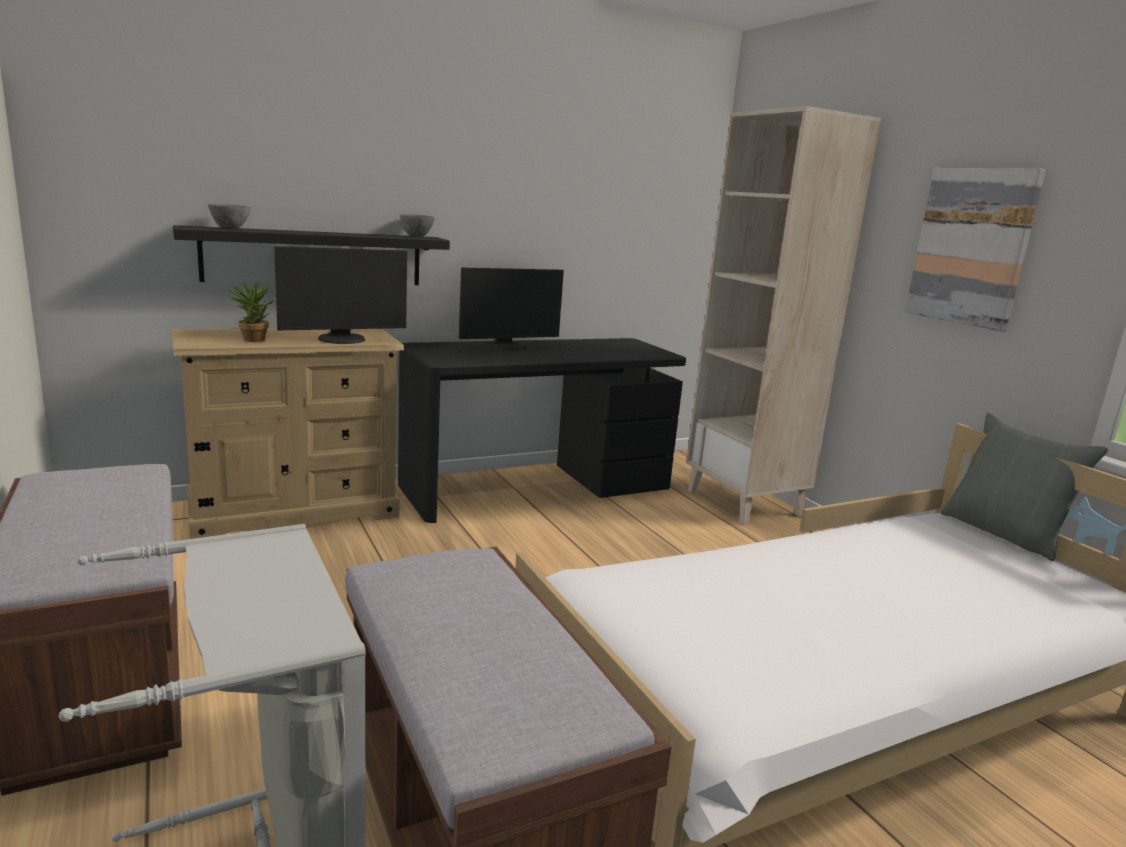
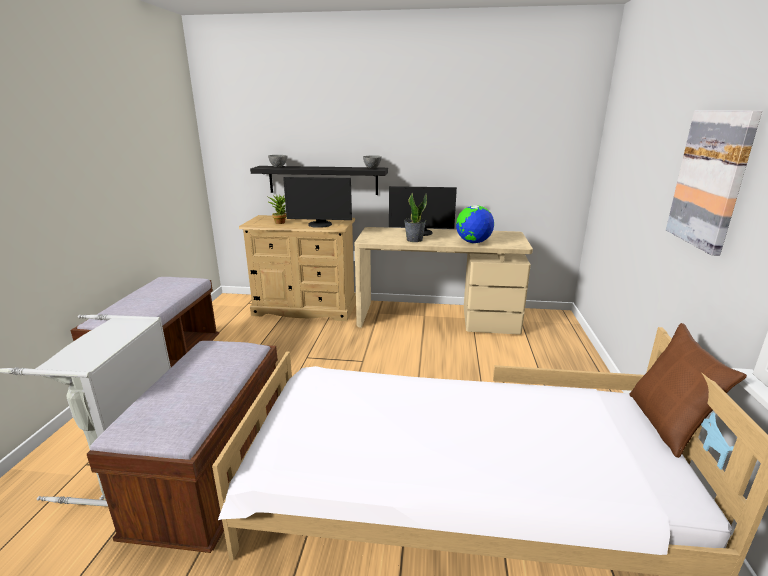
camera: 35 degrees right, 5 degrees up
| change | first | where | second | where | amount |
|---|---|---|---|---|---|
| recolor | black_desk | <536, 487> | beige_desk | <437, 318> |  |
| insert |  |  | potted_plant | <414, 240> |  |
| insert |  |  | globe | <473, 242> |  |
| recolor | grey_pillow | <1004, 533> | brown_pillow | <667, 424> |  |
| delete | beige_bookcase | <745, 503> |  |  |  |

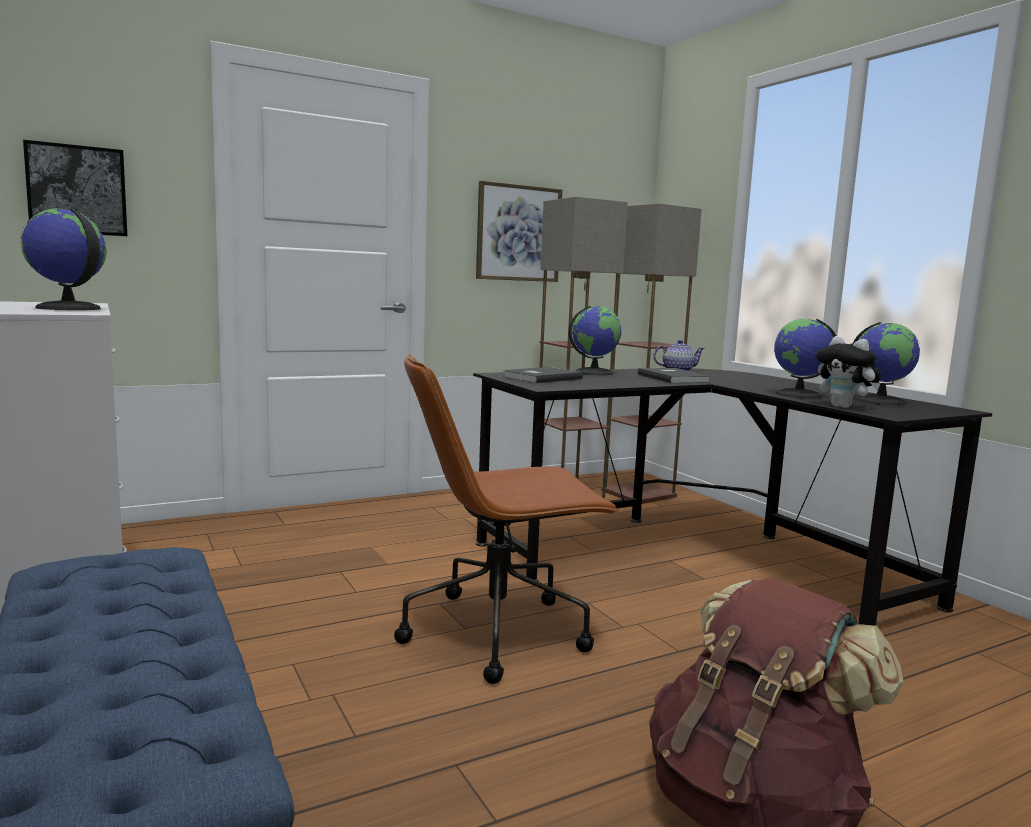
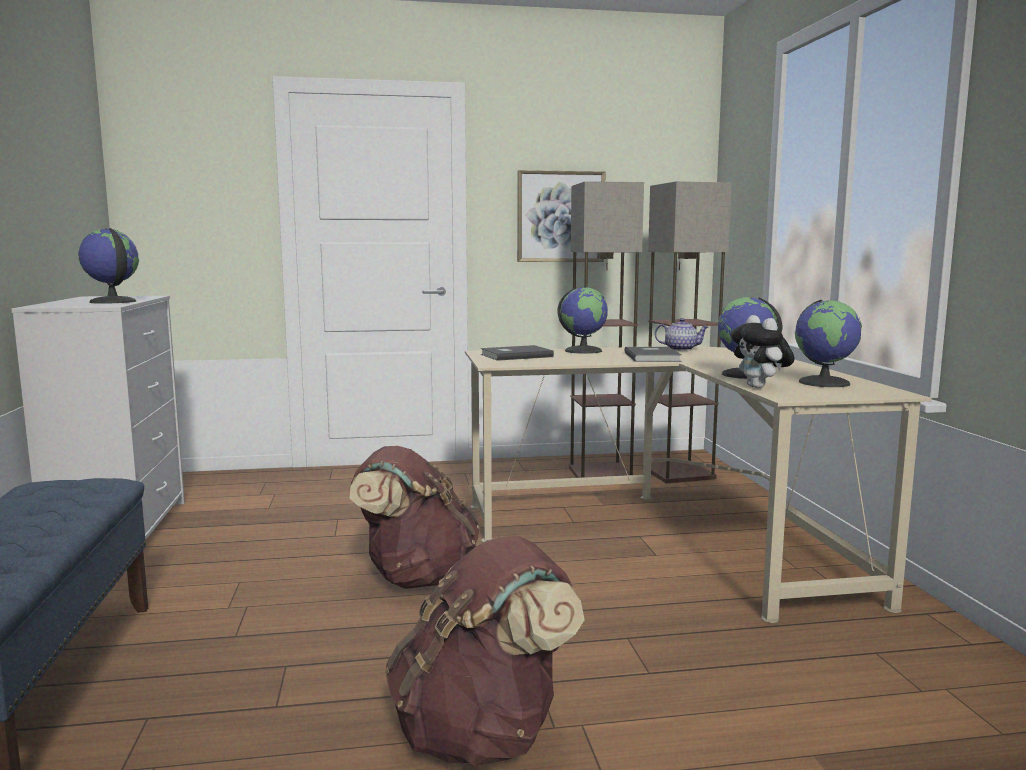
camera: 20 degrees right, 0 degrees up
| change | first | where | second | where | amount |
|---|---|---|---|---|---|
| replace | brown_office_chair | <499, 632> | brown_backpack | <416, 578> |  |
| recolor | black_desk | <696, 556> | beige_desk | <671, 534> |  |
| delete | picture | <77, 190> |  |  |  |

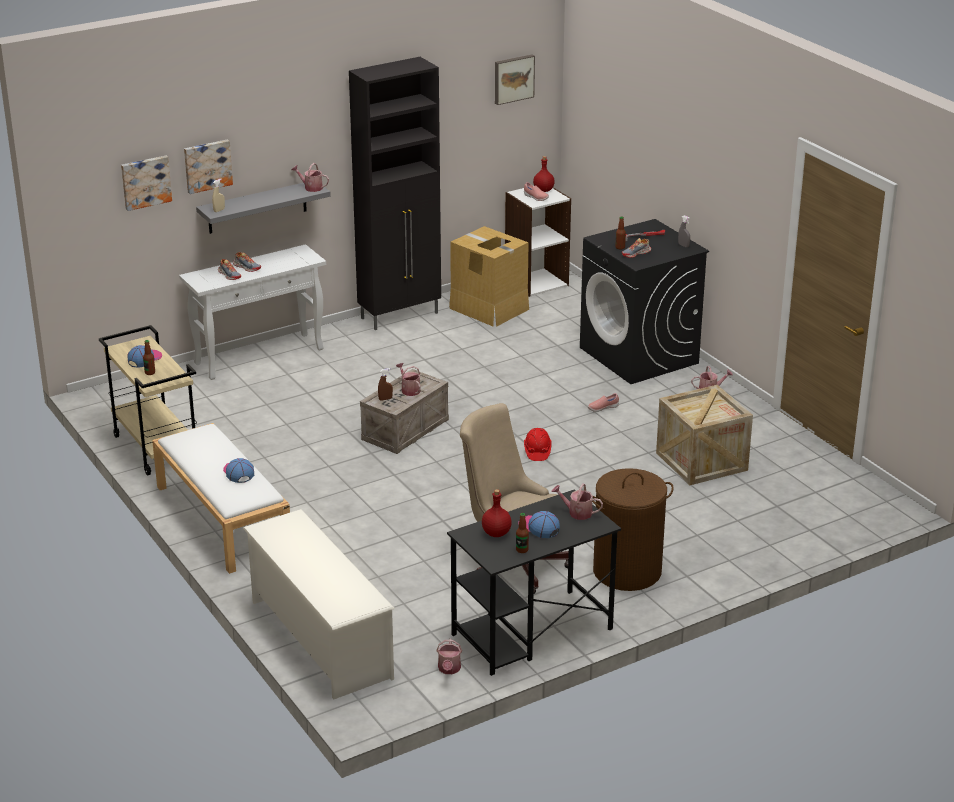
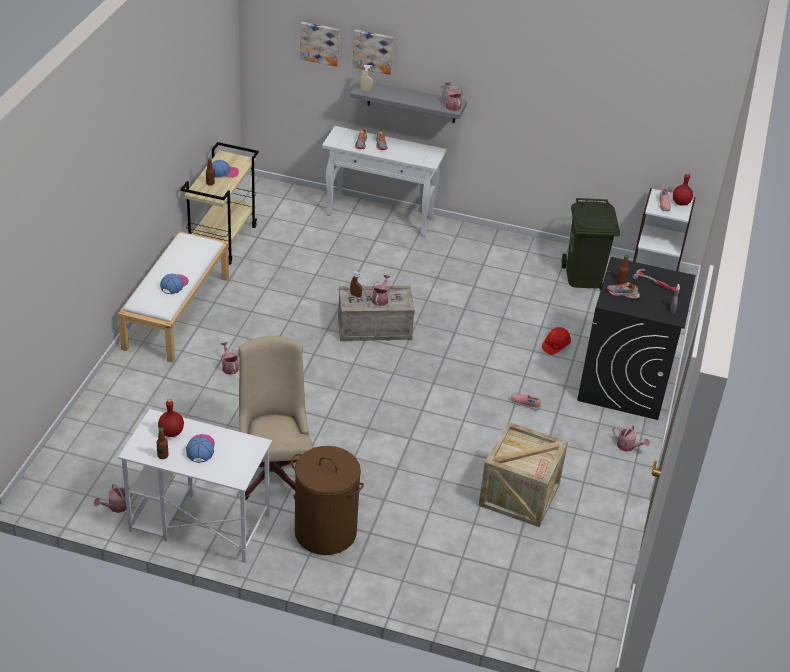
camera: 45 degrees right, 10 degrees up
| change | first | where | second | where | amount |
|---|---|---|---|---|---|
| recolor | black_desk | <531, 632> | white_desk | <198, 523> |  |
| move | watering_can | <577, 512> |  | <229, 367> |  |
| move | red_hard_hat | <537, 451> |  | <555, 346> |  |
| replace | cardboard_box | <489, 308> | green_trash_can | <583, 277> |  |
| delete | white_shoe_rack | <320, 638> |  |  |  |
| delete | black_cabinet | <401, 315> |  |  |  |
| delete | picture | <513, 78> |  |  |  |

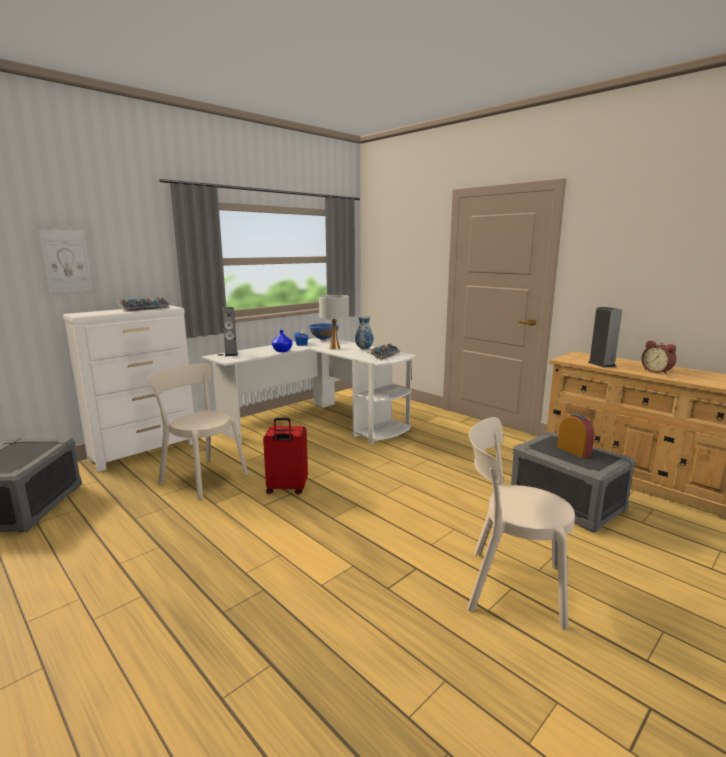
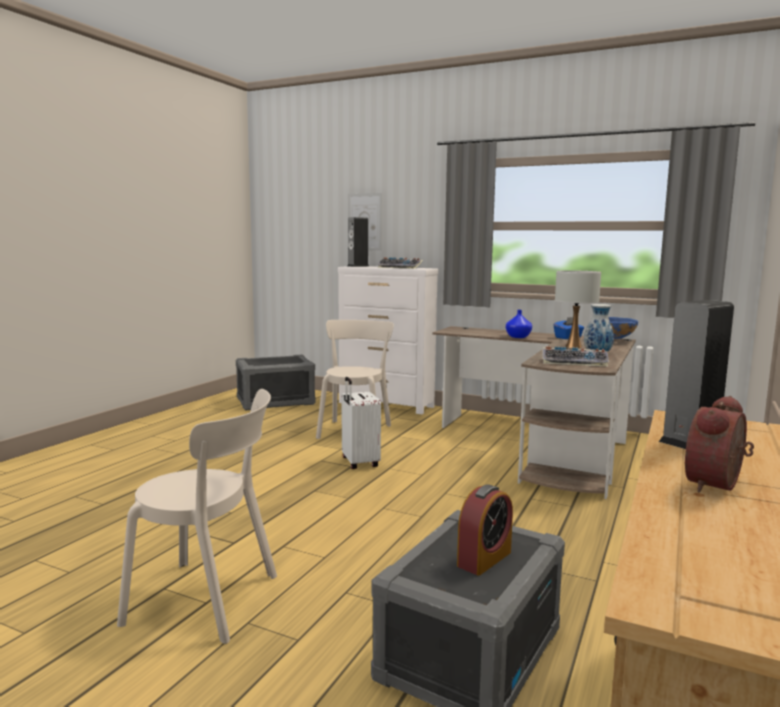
camera: 70 degrees right, 5 degrees down
| change | first | where | second | where | amount |
|---|---|---|---|---|---|
| rotate | beige_chair | <509, 586> |  | <209, 600> | 105 degrees clockwise |
| recolor | red_suitcase | <286, 489> | white_suitcase | <359, 463> |  |
| move | speaker | <231, 354> |  | <358, 266> |  |
| recolor | white_desk | <319, 423> | brown_desk | <545, 447> |  |

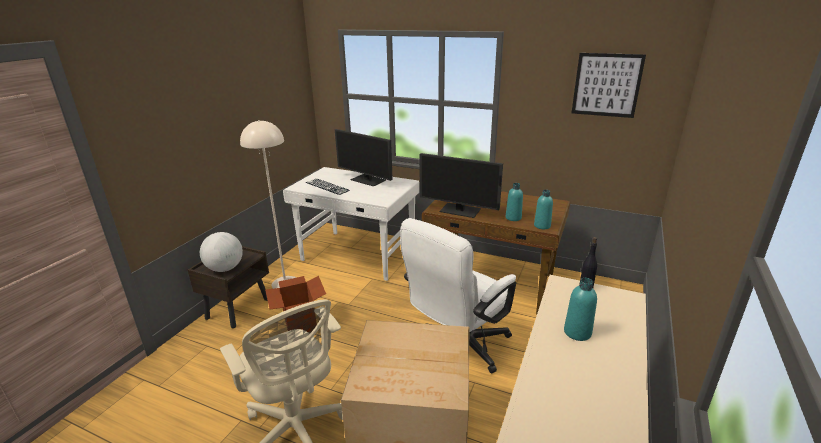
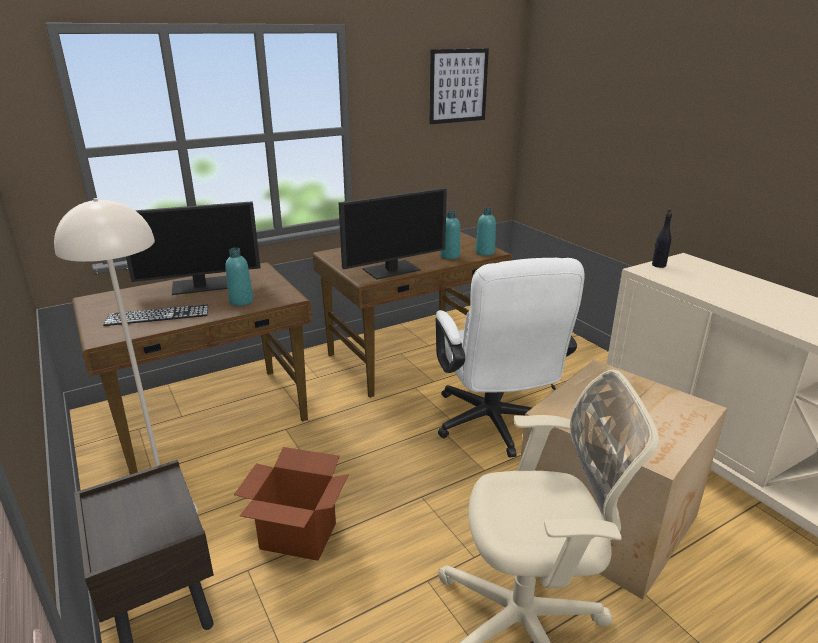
camera: 55 degrees left, 0 degrees up
| change | first | where | second | where | amount |
|---|---|---|---|---|---|
| recolor | white_desk | <358, 255> | brown_desk | <212, 417> |  |
| move | turquoise_bottle | <577, 332> |  | <241, 301> |  |
| delete | globe | <225, 268> |  |  |  |

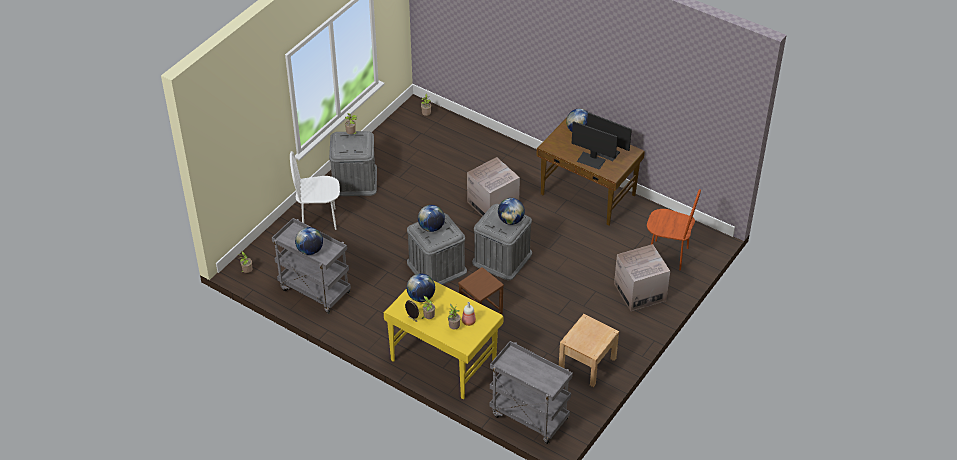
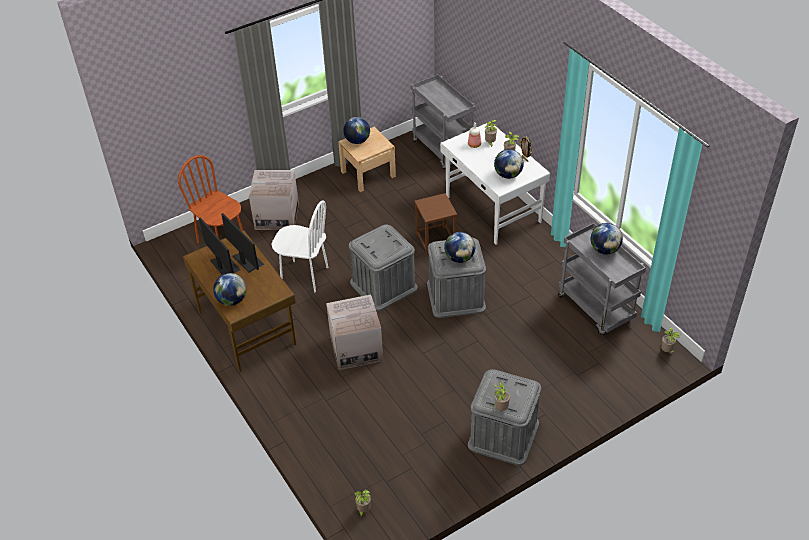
camera: 155 degrees left, 0 degrees up
| change | first | where | second | where | amount |
|---|---|---|---|---|---|
| move | white_chair | <319, 220> |  | <304, 276> |  |
| move | globe | <511, 220> |  | <357, 141> |  |
| recolor | yellow_desk | <443, 360> | white_desk | <492, 210> |  |

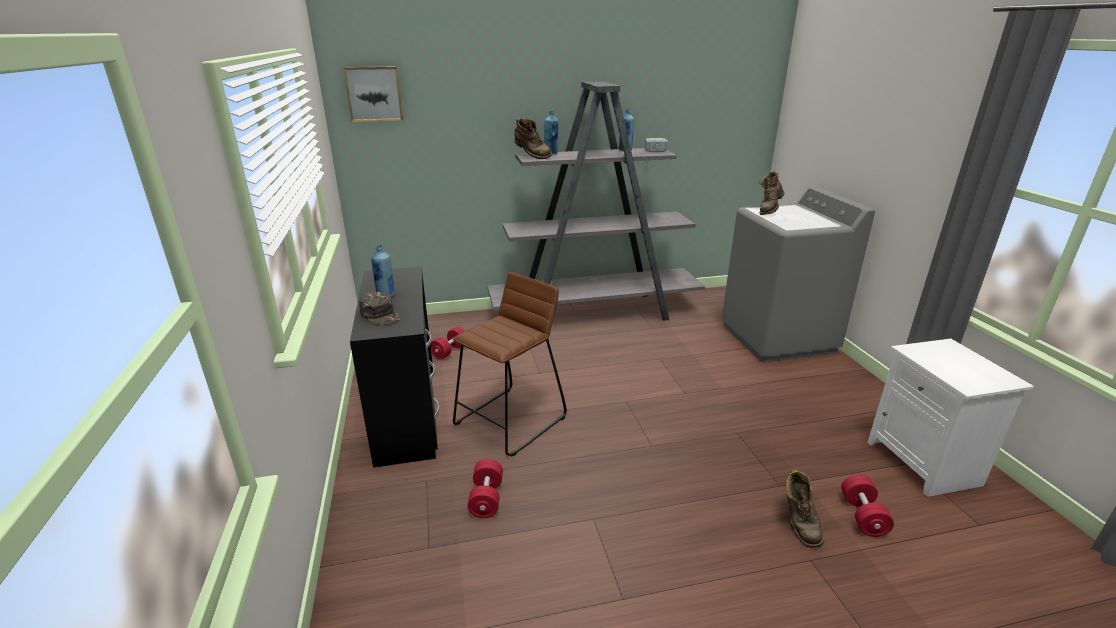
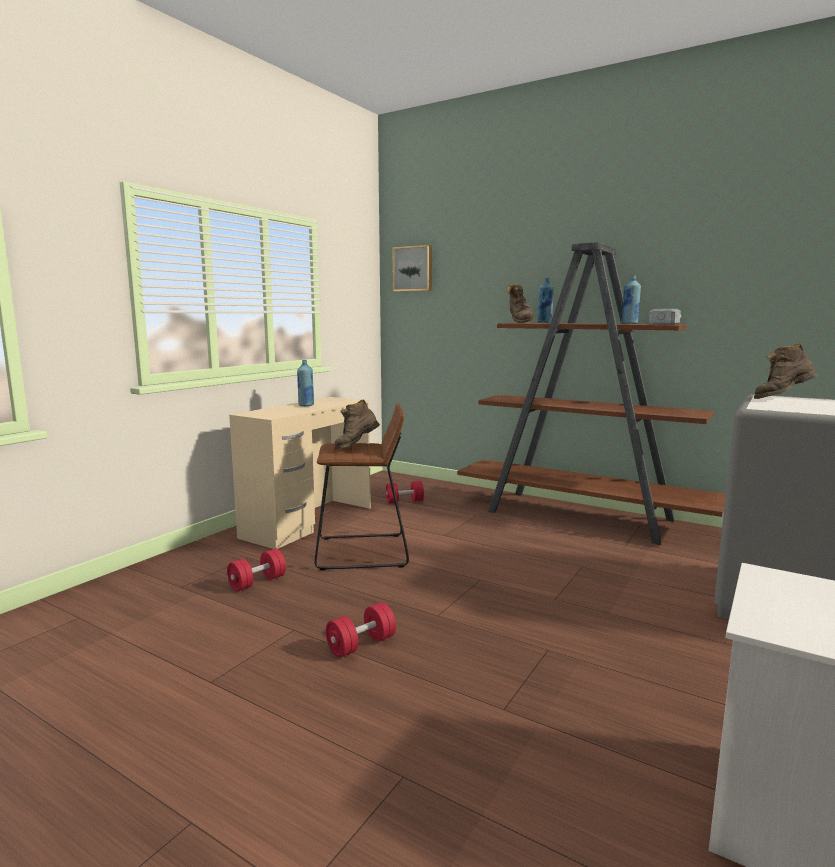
camera: 45 degrees right, 15 degrees down
| change | first | where | second | where | amount |
|---|---|---|---|---|---|
| recolor | black_desk | <406, 413> | beige_desk | <308, 522> |  |
| move | red_dumbbell | <862, 516> |  | <361, 645> |  |
| move | brown_boot | <799, 523> |  | <356, 447> |  |
| recolor | grey_bookcase | <595, 313> | brown_bookcase | <582, 516> |  |
| delete | green_cap | <381, 315> |  |  |  |

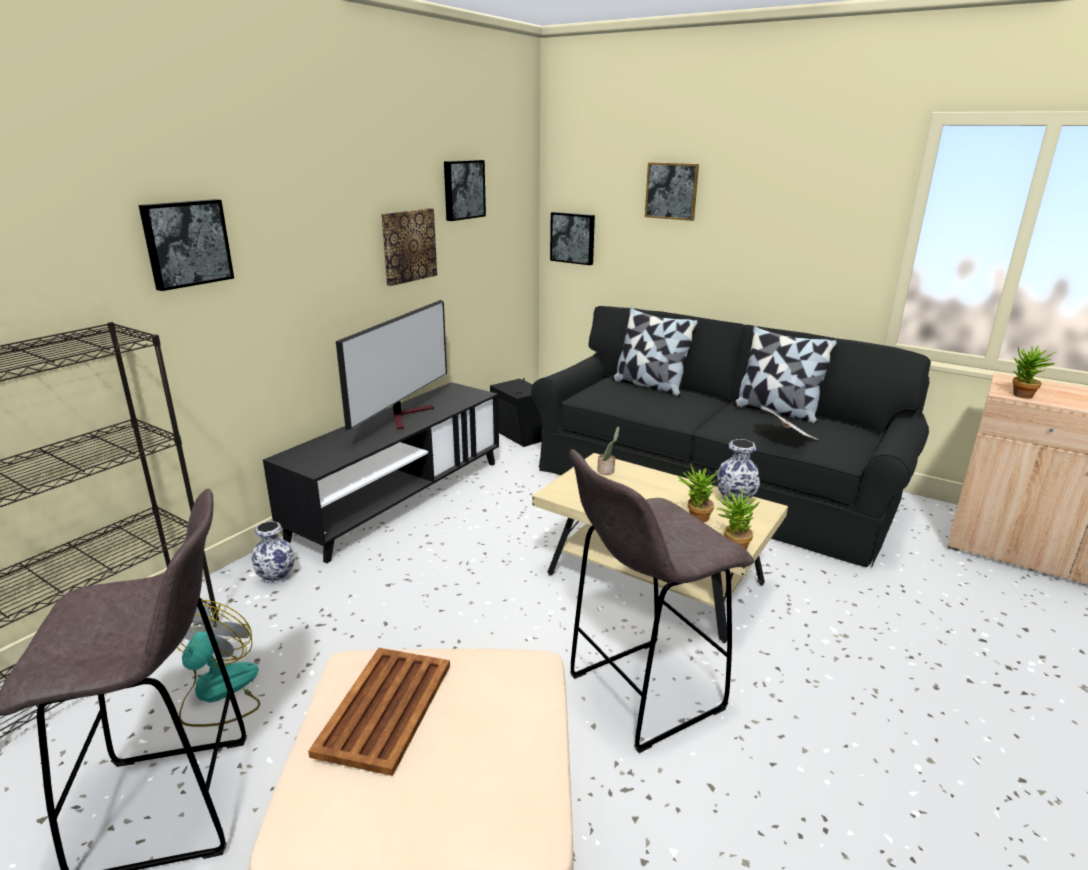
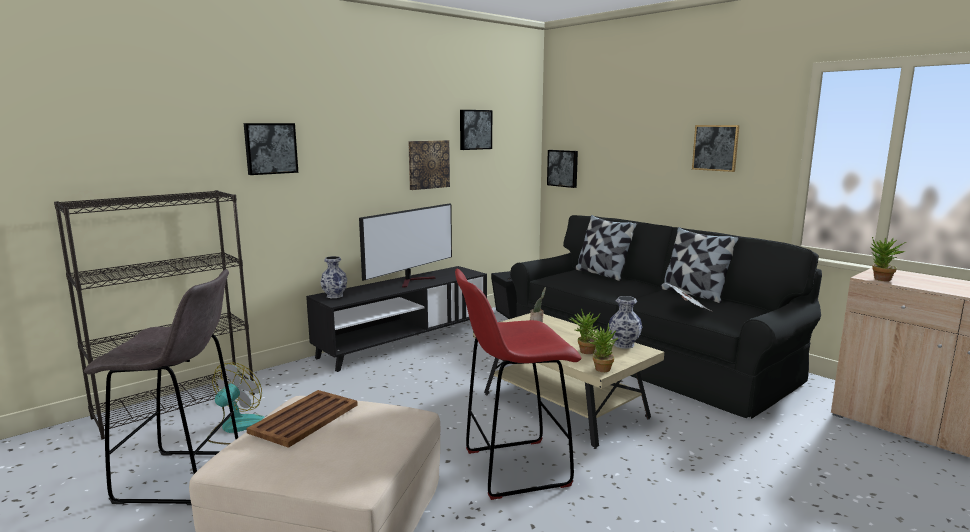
camera: 15 degrees right, 10 degrees down
| change | first | where | second | where | amount |
|---|---|---|---|---|---|
| move | vase | <276, 577> |  | <335, 295> |  |
| recolor | grey_stool | <641, 694> | red_stool | <513, 468> |  |
| move | picture | <671, 191> |  | <715, 148> |  |

